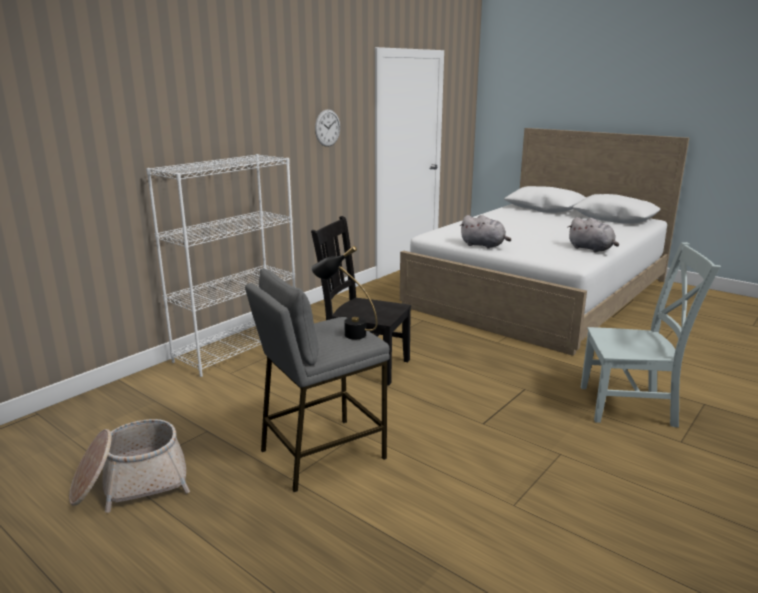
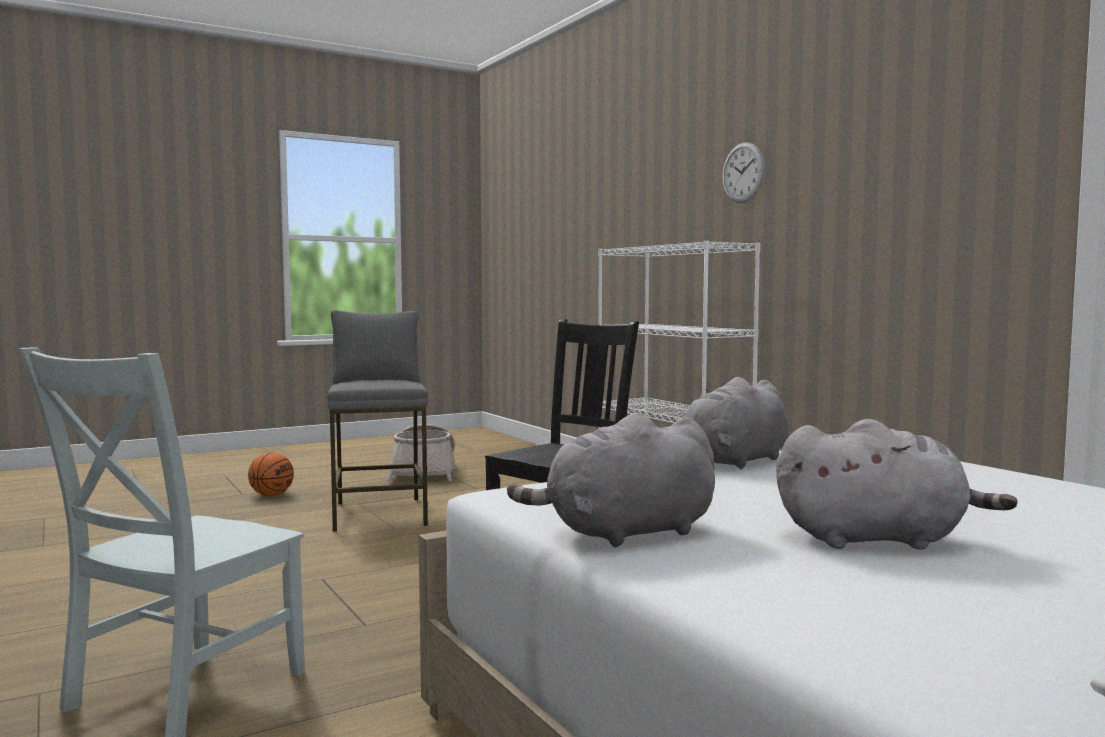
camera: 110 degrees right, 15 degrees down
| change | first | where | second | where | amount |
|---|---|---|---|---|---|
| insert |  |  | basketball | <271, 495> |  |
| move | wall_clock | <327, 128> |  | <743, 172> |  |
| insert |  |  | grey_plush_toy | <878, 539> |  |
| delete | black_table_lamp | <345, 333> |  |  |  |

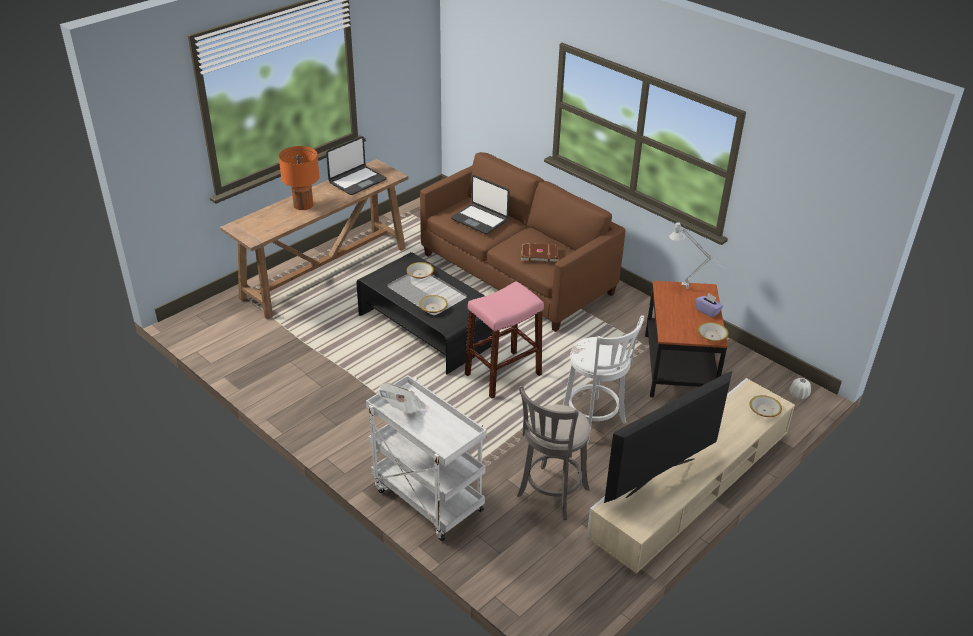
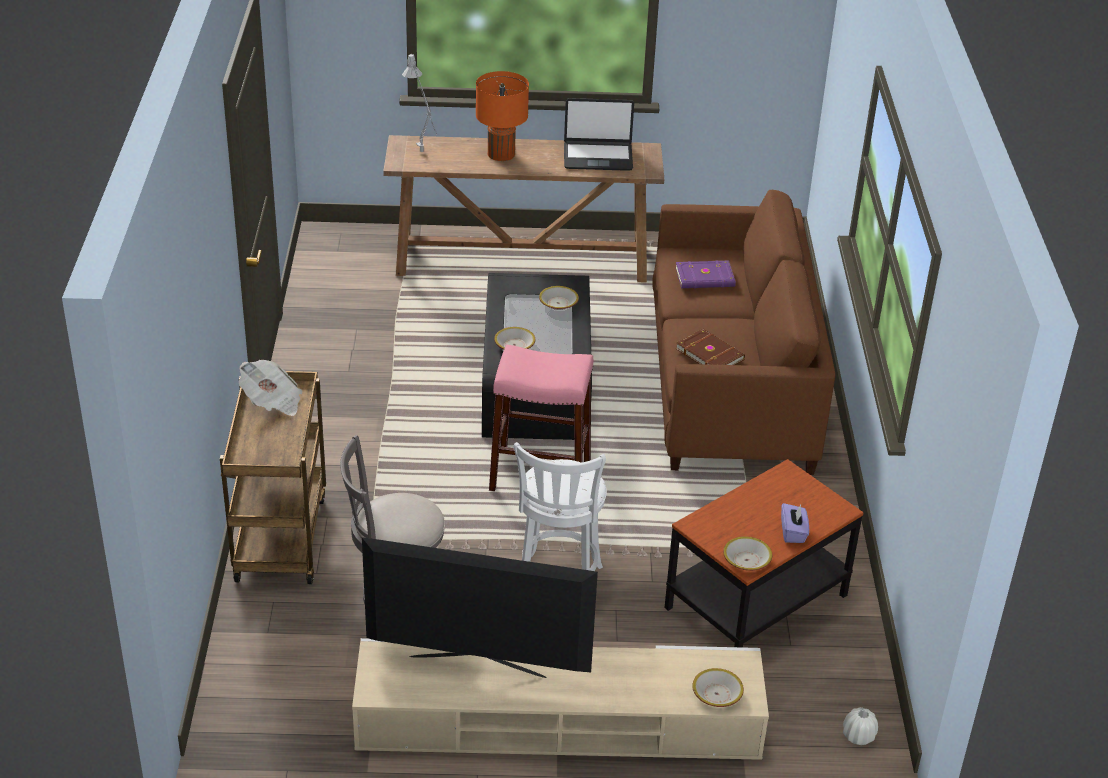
camera: 45 degrees right, 0 degrees up
| change | first | where | second | where | amount |
|---|---|---|---|---|---|
| recolor | white_cart | <426, 499> | brown_cart | <279, 536> |  |
| move | grey_table_lamp | <690, 290> |  | <423, 155> |  |
| replace | laptop | <480, 219> | purple_book | <705, 278> |  |

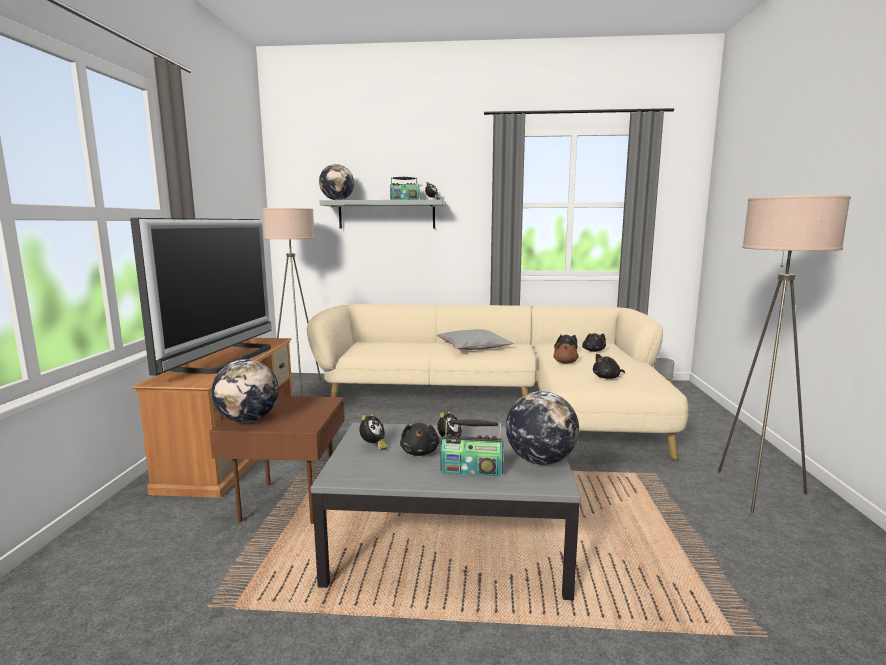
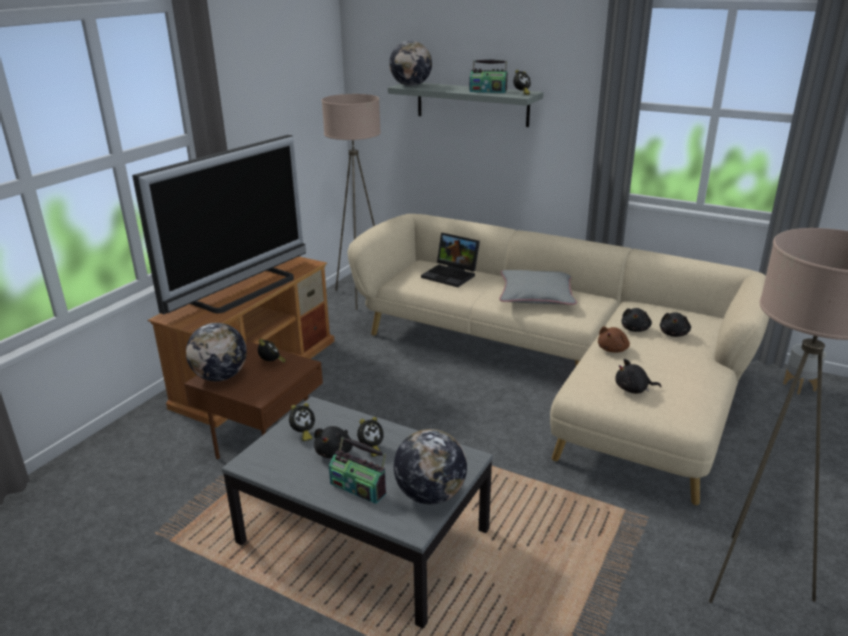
camera: 25 degrees right, 15 degrees up
| change | first | where | second | where | amount |
|---|---|---|---|---|---|
| insert |  |  | alarm_clock | <271, 363> |  |
| insert |  |  | laptop | <452, 275> |  |

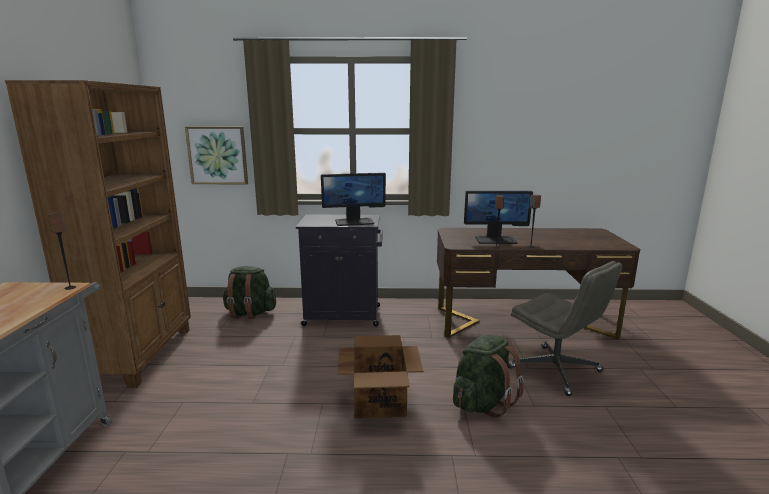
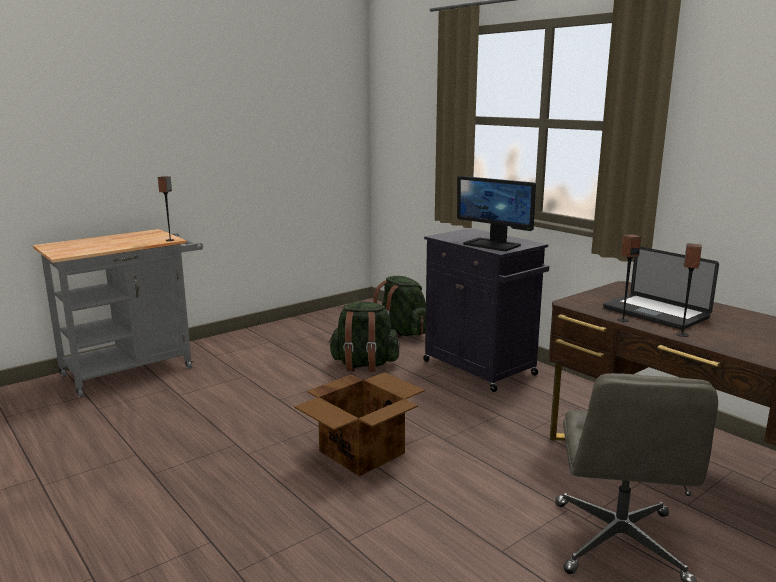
camera: 50 degrees right, 0 degrees up
| change | first | where | second | where | amount |
|---|---|---|---|---|---|
| move | green_backpack | <482, 403> |  | <364, 365> |  |
| replace | monitor | <496, 240> | laptop | <655, 313> |  |
| delete | brown_bookcase | <141, 355> |  |  |  |
| delete | picture | <217, 155> |  |  |  |

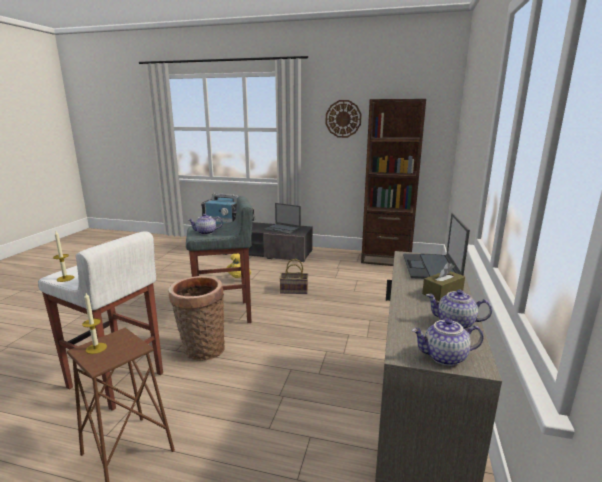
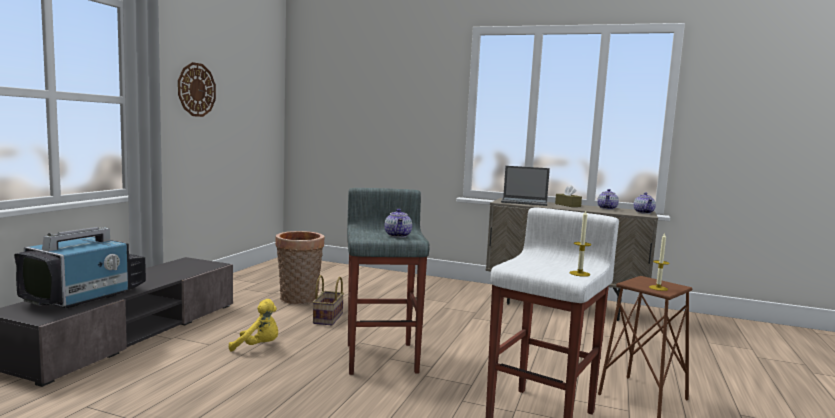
camera: 85 degrees left, 10 degrees down
| change | first | where | second | where | amount |
|---|---|---|---|---|---|
| move | basket | <201, 350> |  | <299, 300> |  |
| delete | laptop | <282, 229> |  |  |  |
| delete | brown_bookcase | <386, 259> |  |  |  |

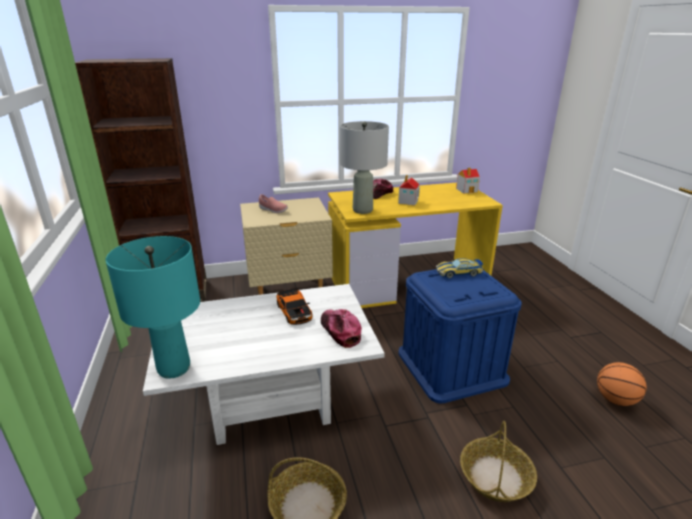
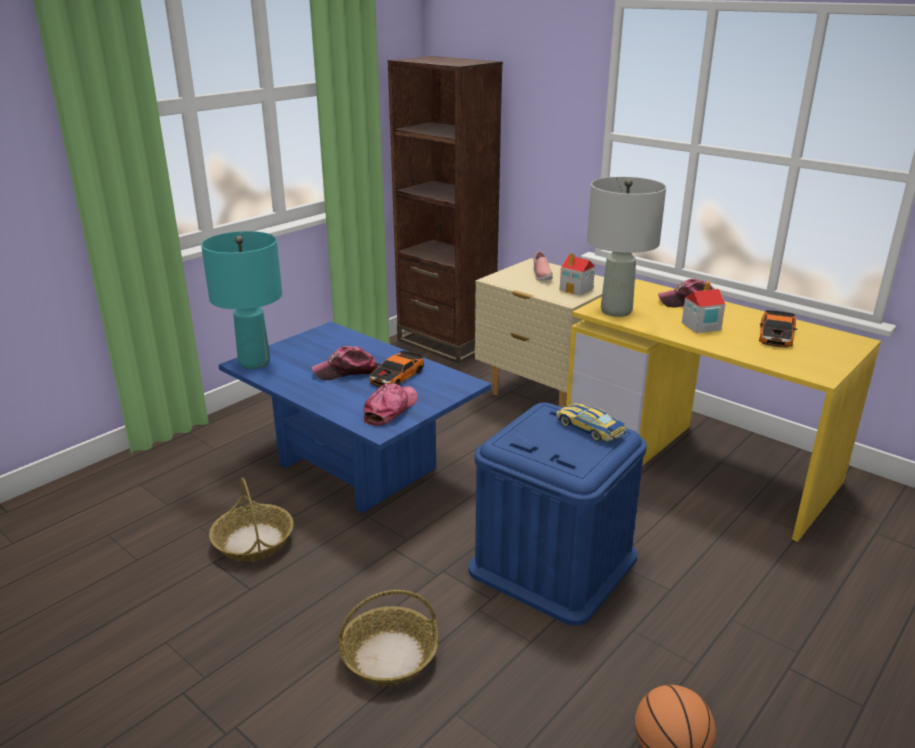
camera: 55 degrees right, 0 degrees up
| change | first | where | second | where | amount |
|---|---|---|---|---|---|
| recolor | white_coffee_table | <270, 401> | blue_coffee_table | <357, 466> |  |
| insert |  |  | cap | <346, 371> |  |
| move | toy_house | <467, 190> |  | <576, 289> |  |
| insert |  |  | toy_car | <777, 336> |  |

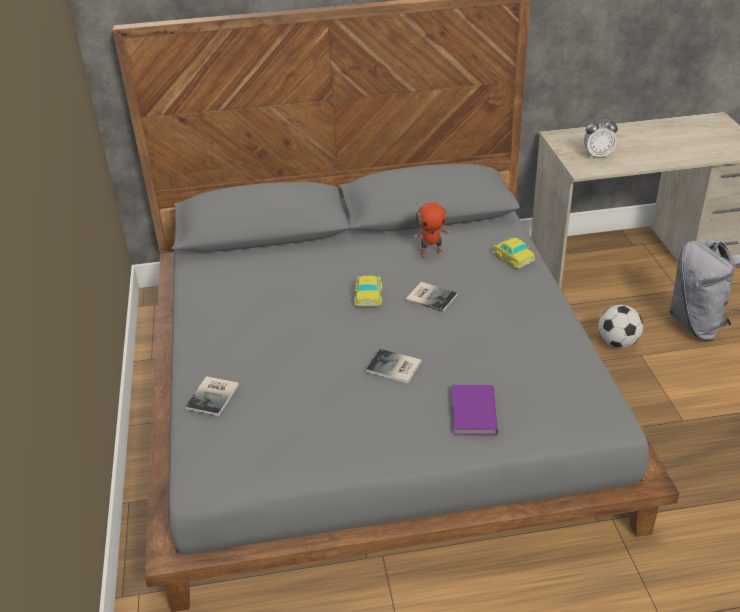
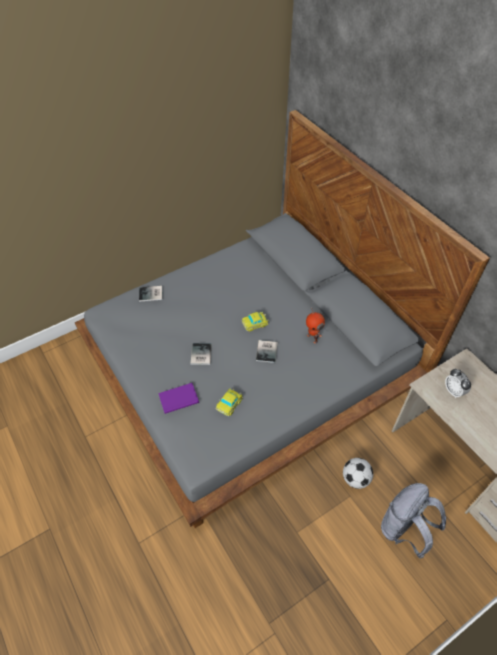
camera: 65 degrees right, 15 degrees up
| change | first | where | second | where | amount |
|---|---|---|---|---|---|
| move | toy_car | <512, 257> |  | <229, 403> |  |

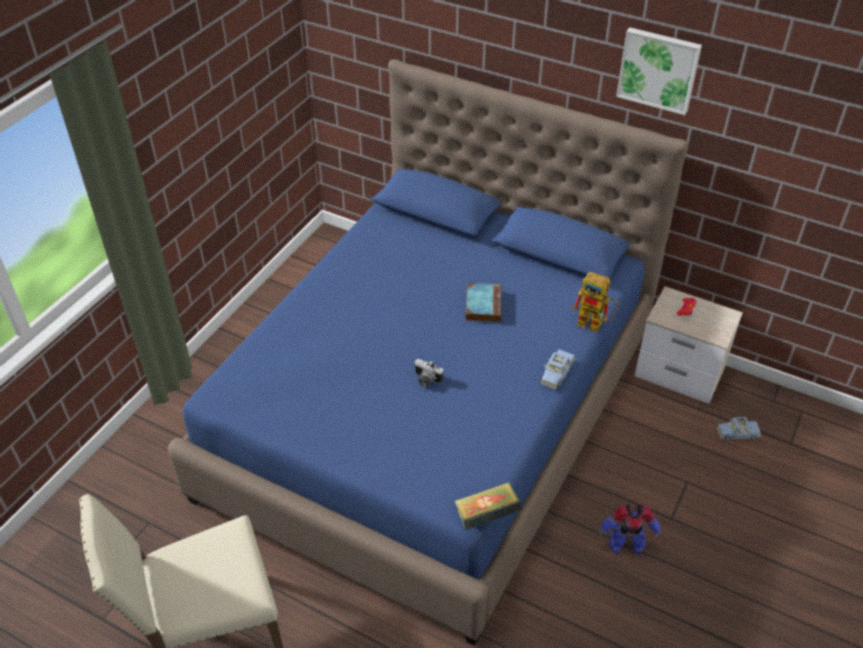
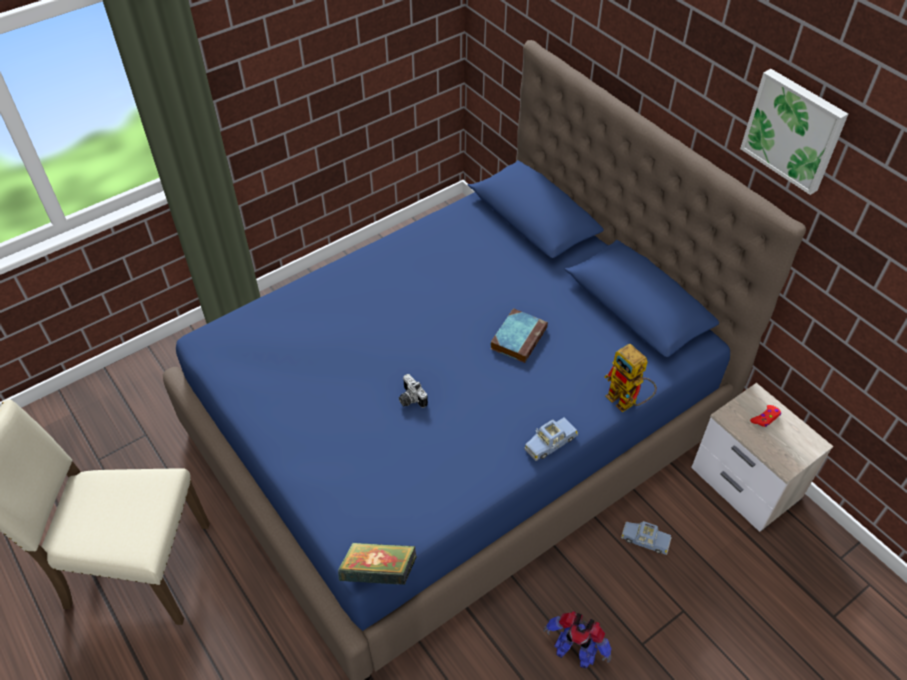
camera: 25 degrees right, 5 degrees up
| change | first | where | second | where | amount |
|---|---|---|---|---|---|
| move | blue_toy_car | <737, 433> |  | <645, 540> |  |

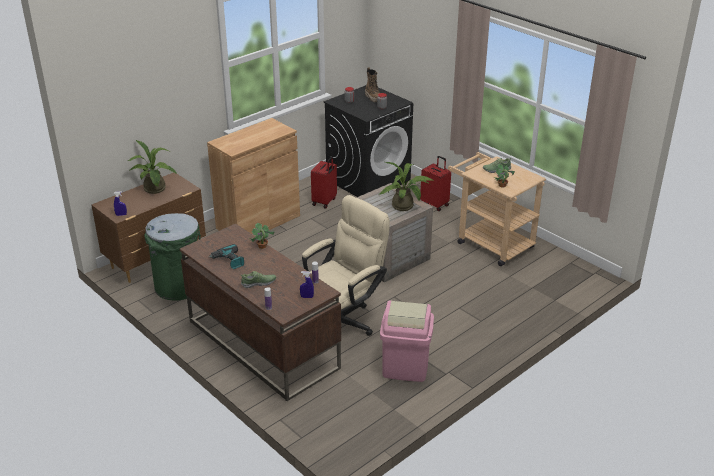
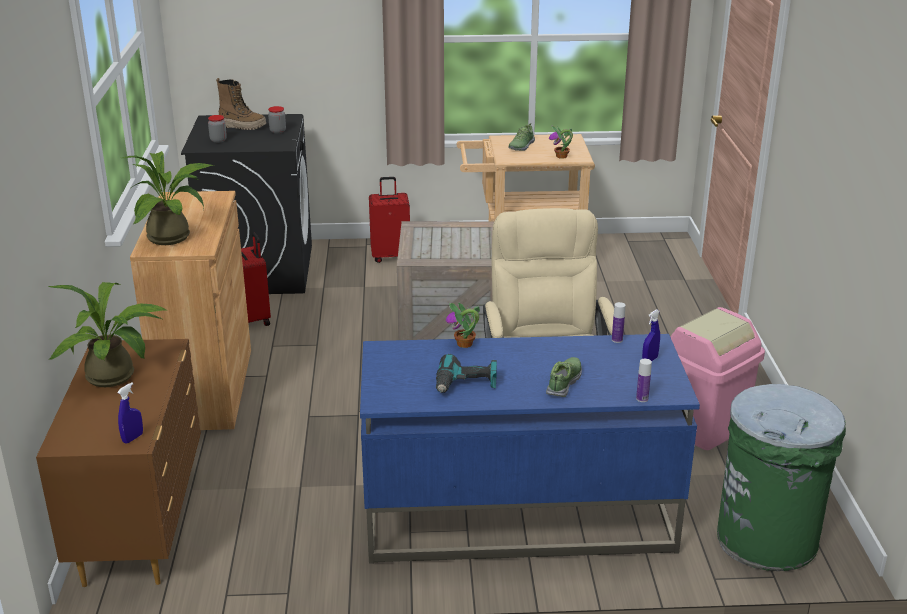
camera: 50 degrees left, 5 degrees down
| change | first | where | second | where | amount |
|---|---|---|---|---|---|
| move | potted_plant | <405, 207> |  | <174, 237> |  |
| recolor | brown_desk | <262, 344> | blue_desk | <516, 517> |  |
| move | green_trash_can | <179, 287> |  | <767, 539> |  |

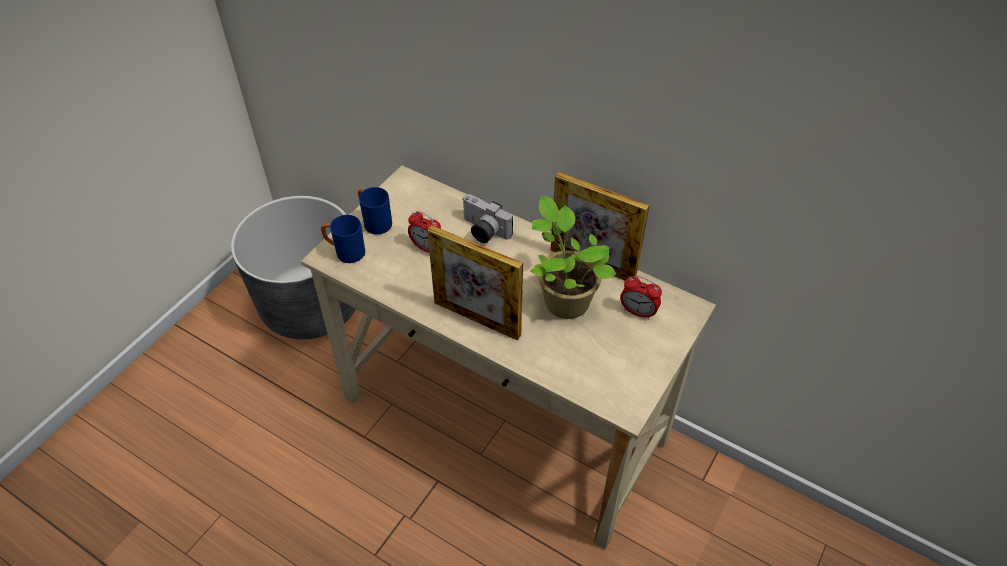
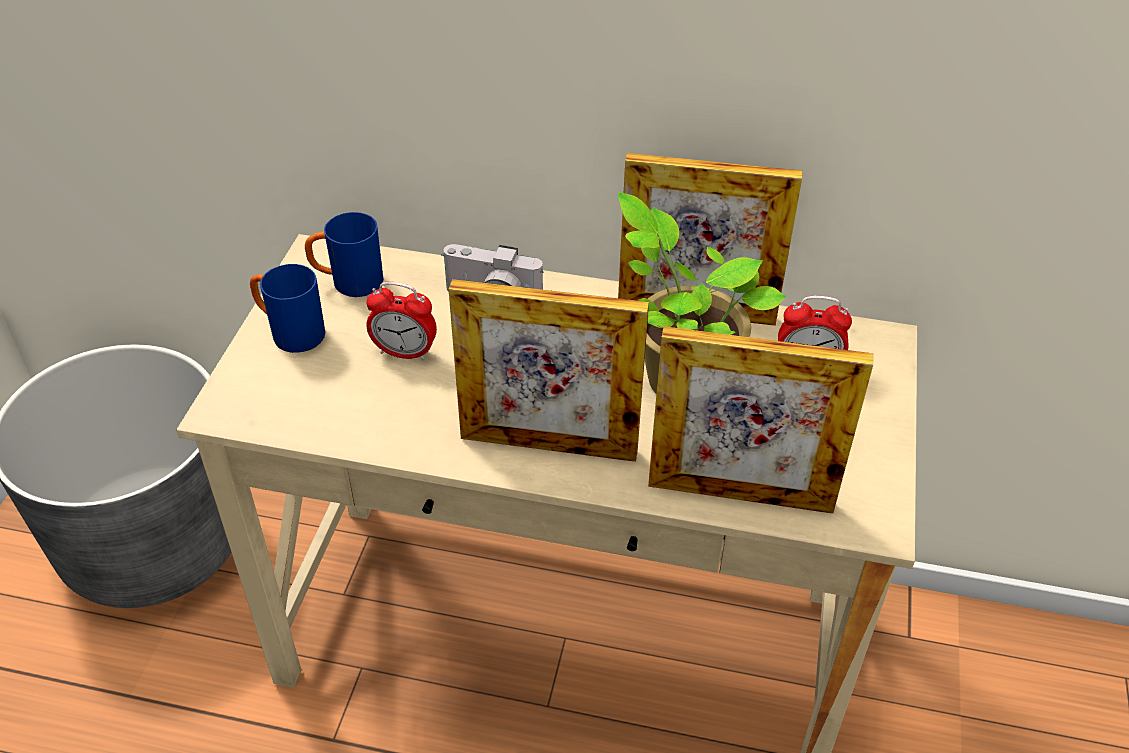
camera: 20 degrees left, 5 degrees down
| change | first | where | second | where | amount |
|---|---|---|---|---|---|
| move | blue_mug | <345, 252> |  | <348, 283> |  |
| insert |  |  | picture_frame | <740, 494> |  |

